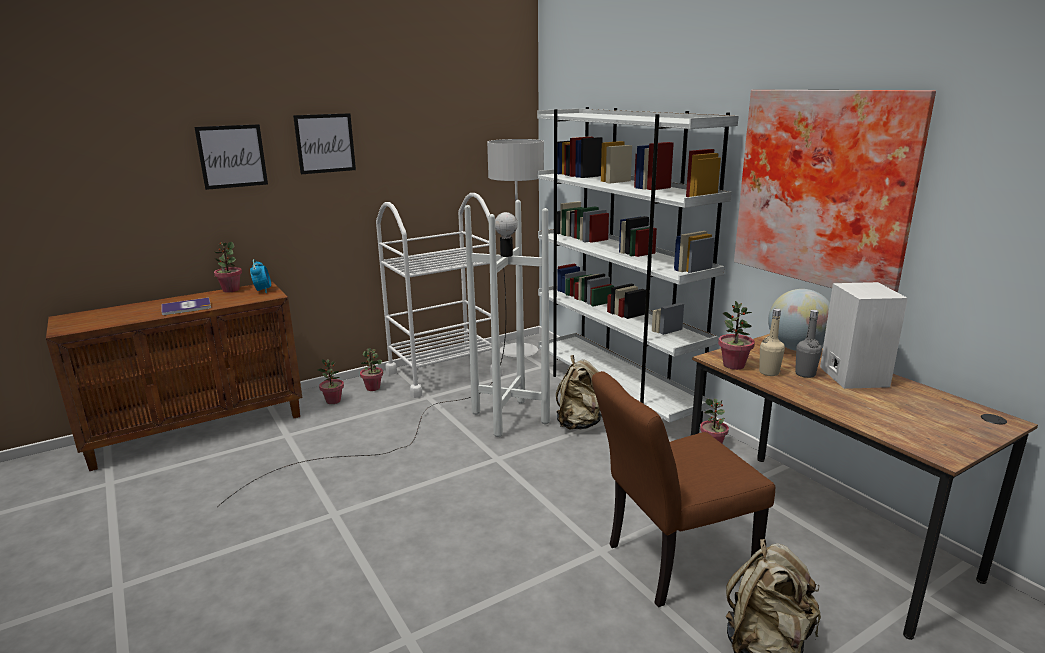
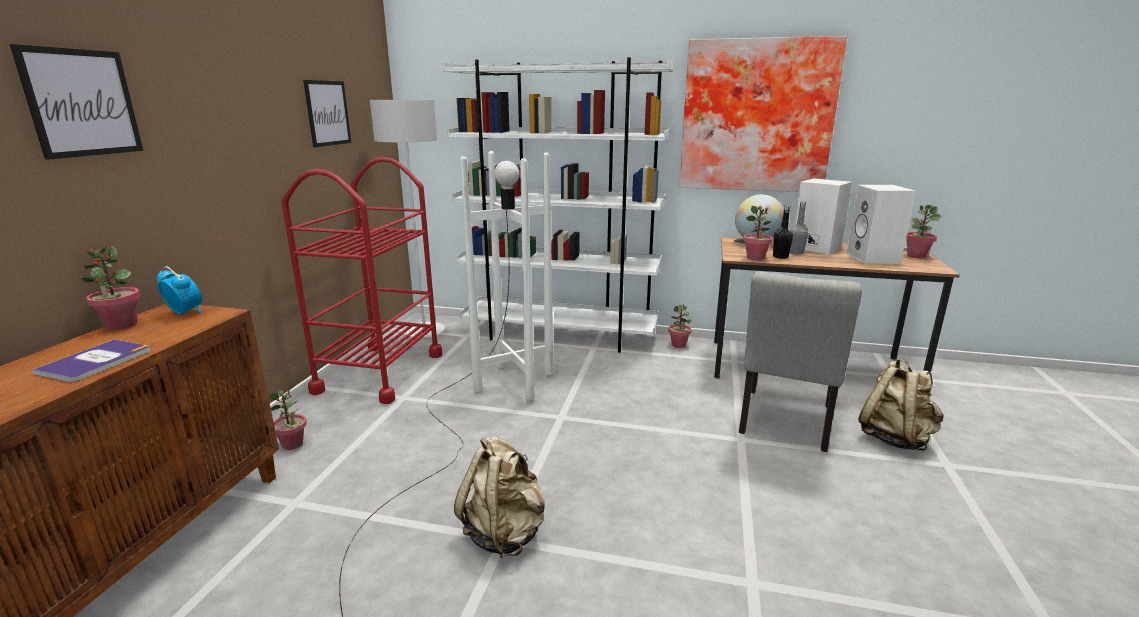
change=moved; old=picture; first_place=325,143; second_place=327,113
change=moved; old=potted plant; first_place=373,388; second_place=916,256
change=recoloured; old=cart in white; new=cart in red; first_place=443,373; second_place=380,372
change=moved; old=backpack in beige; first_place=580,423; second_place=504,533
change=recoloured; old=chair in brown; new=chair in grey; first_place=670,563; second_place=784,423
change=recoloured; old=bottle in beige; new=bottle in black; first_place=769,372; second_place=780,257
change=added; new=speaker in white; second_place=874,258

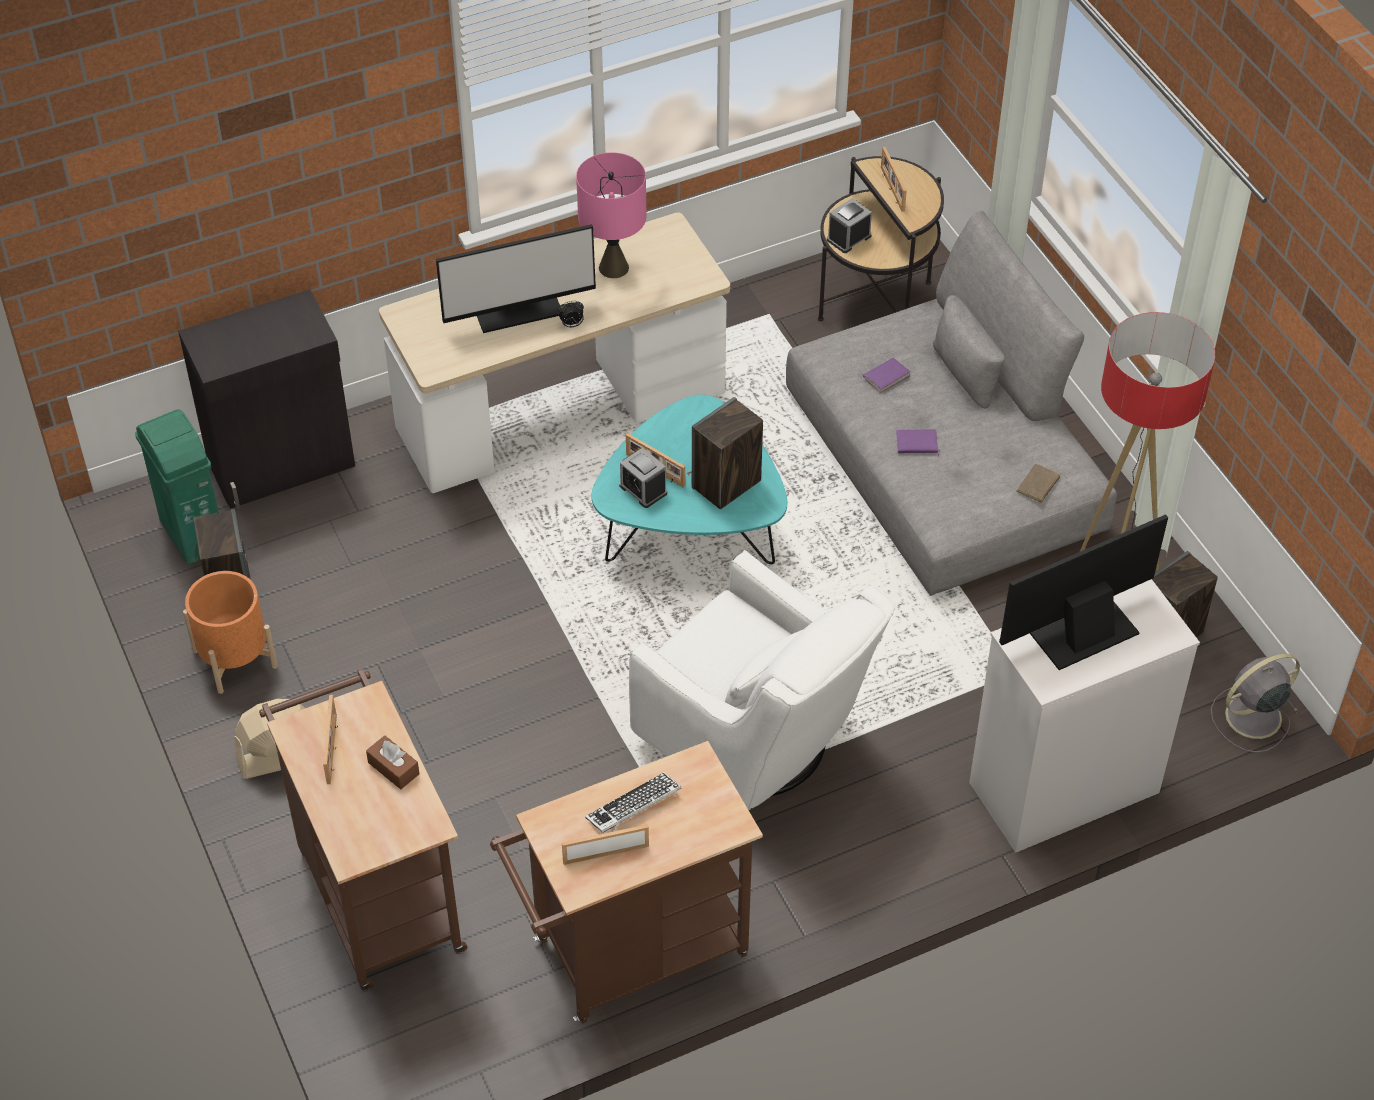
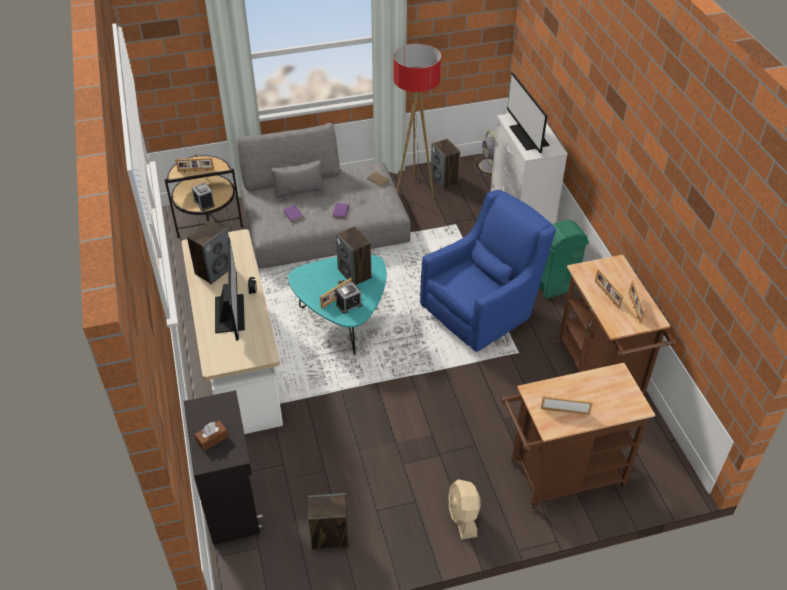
change=moved; old=trash can in green; first_place=193,534; second_place=555,287
change=removed; old=planter in orange; first_place=235,658
change=moved; old=tissue box in brown; first_place=393,768; second_place=212,439
change=replaced; old=table lamp in pink; new=speaker; first_place=614,267; second_place=214,270
change=replaced; old=keyboard; new=picture frame; first_place=634,807; second_place=606,294
change=recoloured; old=armchair in white; new=armchair in blue; first_place=759,743; second_place=482,313

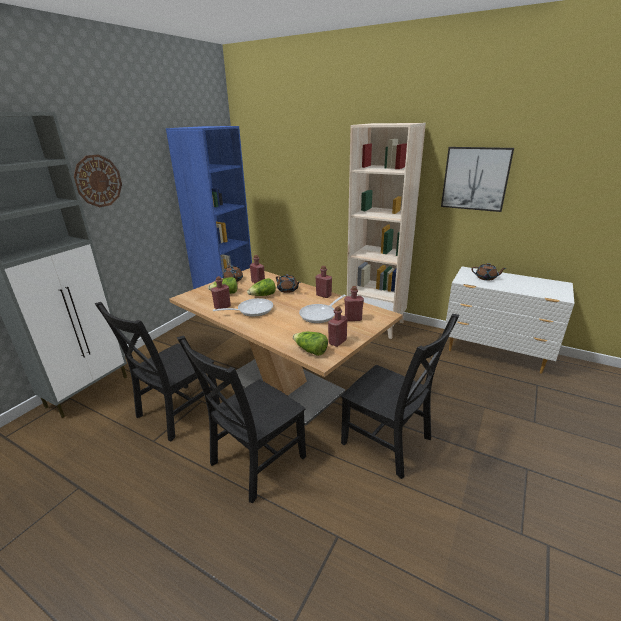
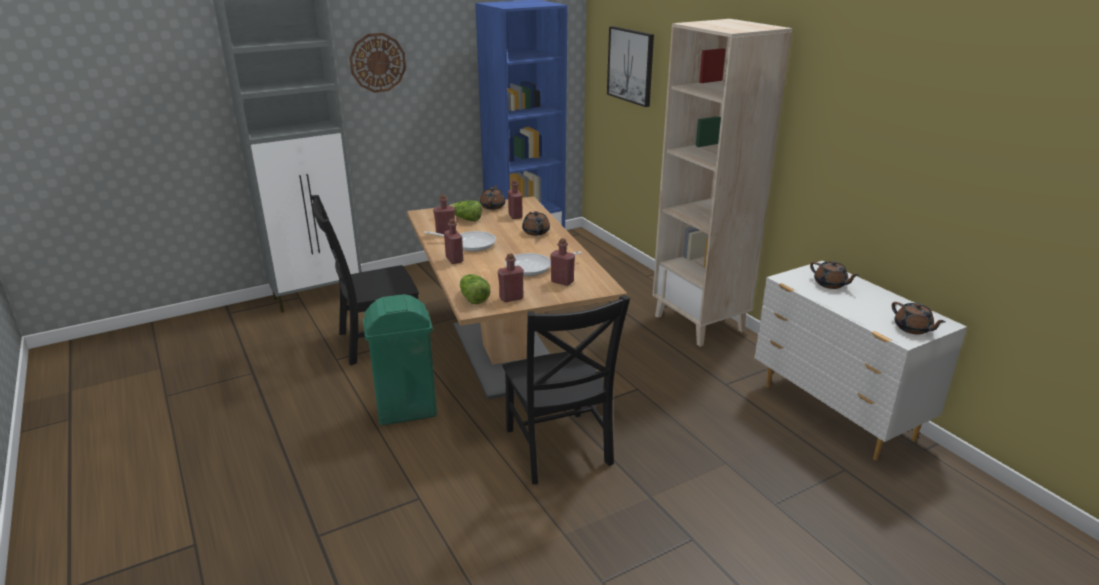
change=replaced; old=chair in black; new=trash can in green; first_place=254,462; second_place=406,411
change=removed; old=lettuce; first_place=263,296
change=moved; old=bottle in red; first_place=323,295; second_place=454,260
change=moved; old=picture; first_place=475,178; second_place=631,65
change=added; new=teapot in brown; second_place=913,329

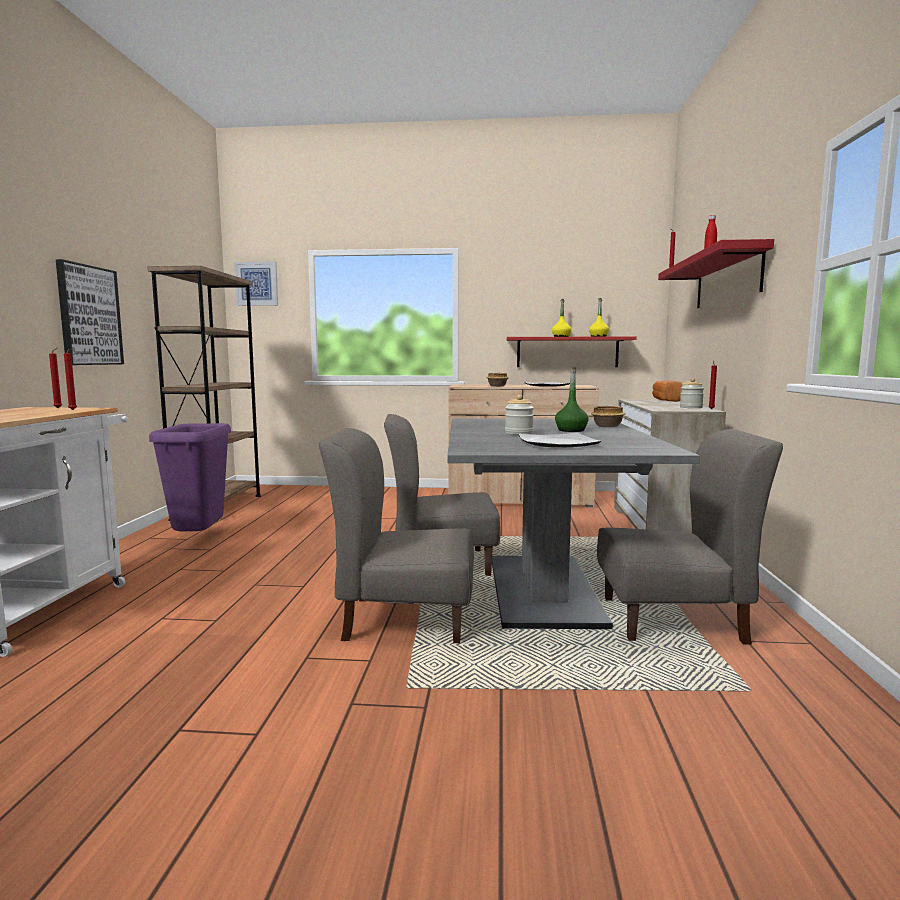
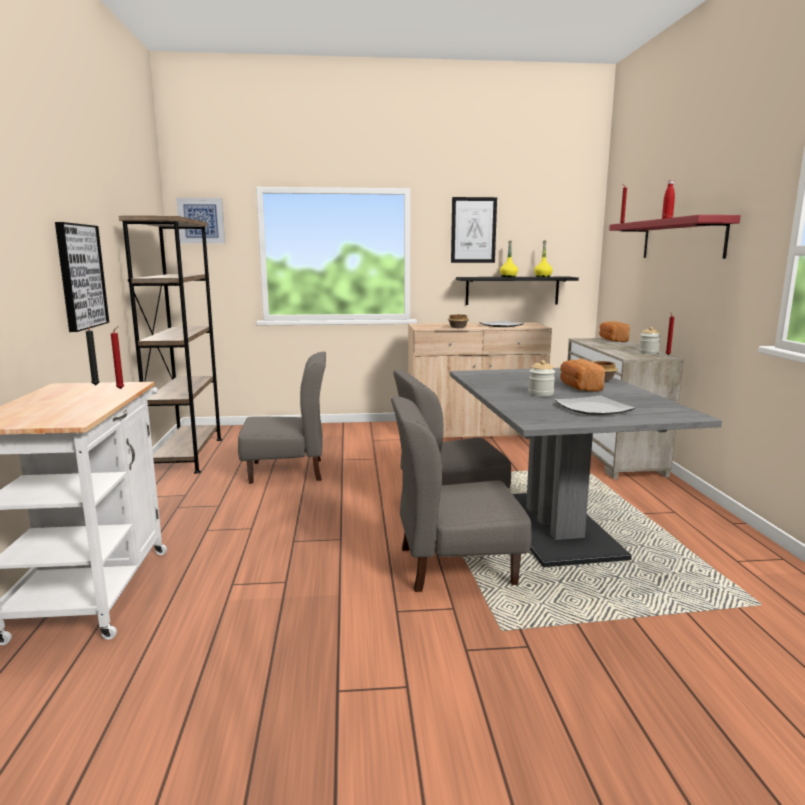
change=recoloured; old=candle in red; new=candle in black; first_place=59,408; second_place=96,385
change=removed; old=trash can in purple; first_place=200,540
change=recoloured; old=shelf in red; new=shelf in black; first_place=567,352; second_place=512,290
change=replaced; old=bottle in green; new=bread; first_place=571,430; second_place=579,387
change=moved; old=chair in grey; first_place=673,620; second_place=287,471
change=added; new=picture; second_place=473,230

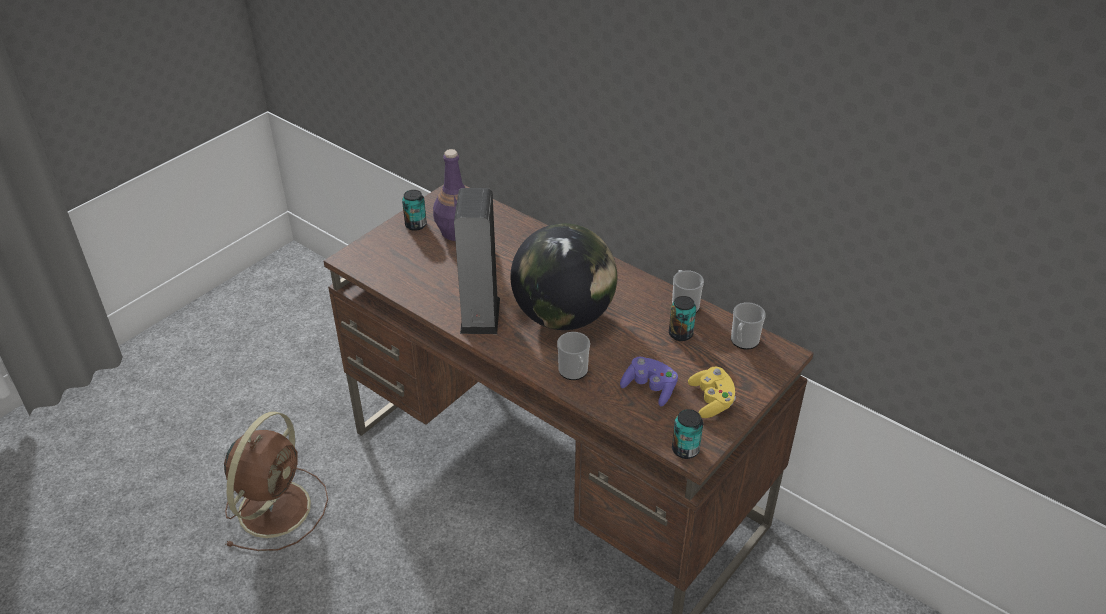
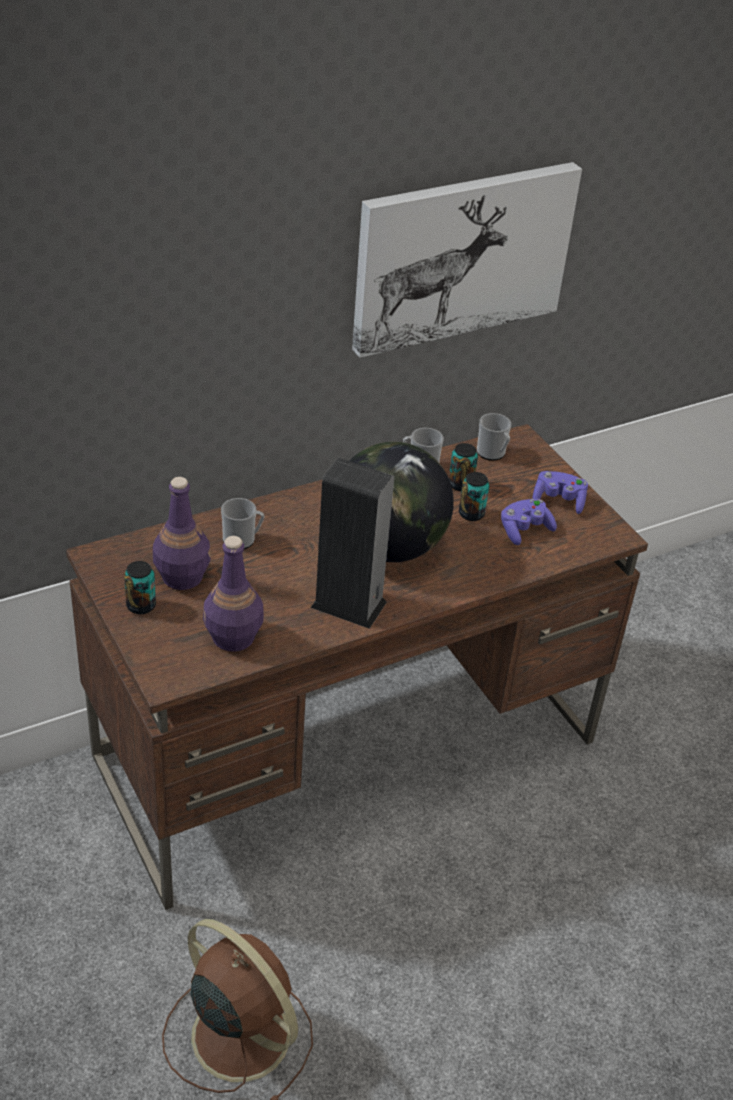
change=moved; old=mug; first_place=574,372; second_place=242,540
change=moved; old=can; first_place=685,450; second_place=471,514
change=recoloured; old=game controller in yellow; new=game controller in purple; first_place=711,401; second_place=558,501
change=added; new=bottle in purple; second_place=233,637
change=added; new=picture; second_place=461,256

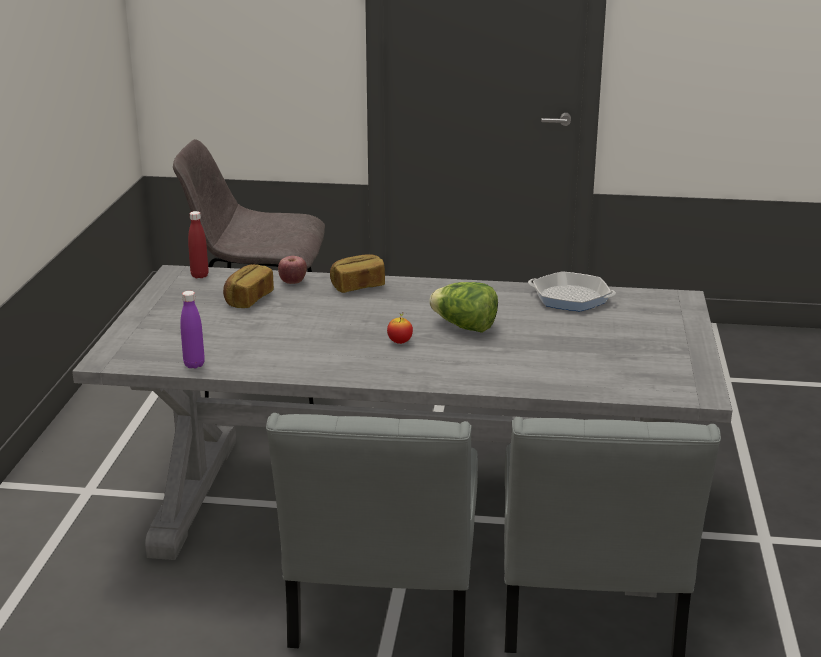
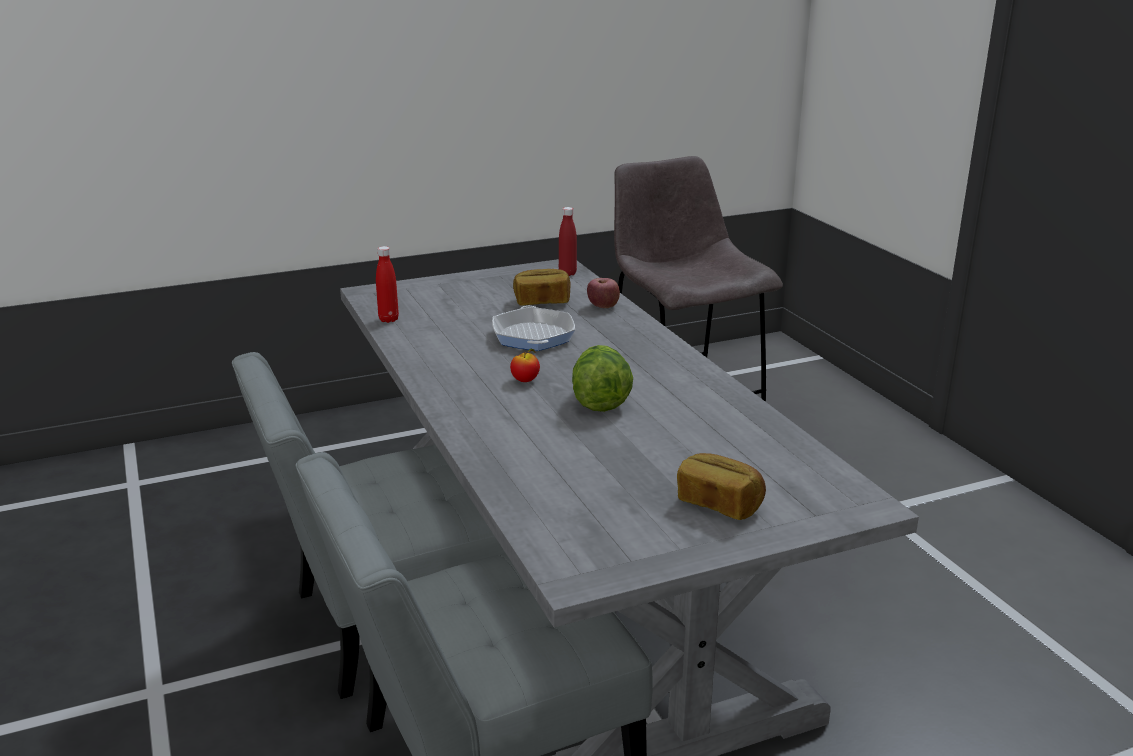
change=recoloured; old=bottle in purple; new=bottle in red; first_place=194,365; second_place=388,319
change=moved; old=bread; first_place=358,286; second_place=719,504
change=moved; old=frying pan; first_place=570,298; second_place=533,336

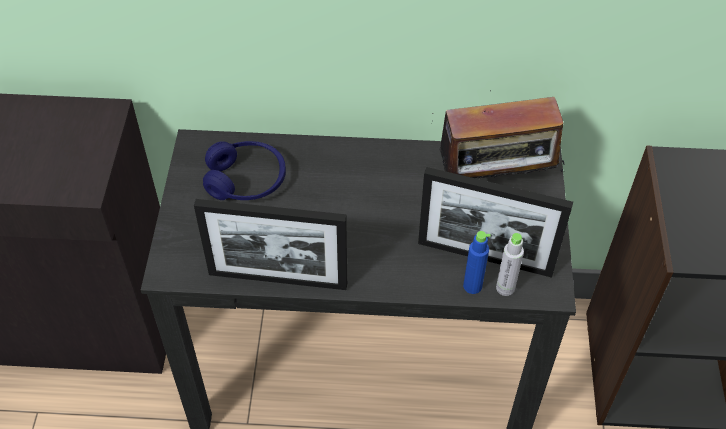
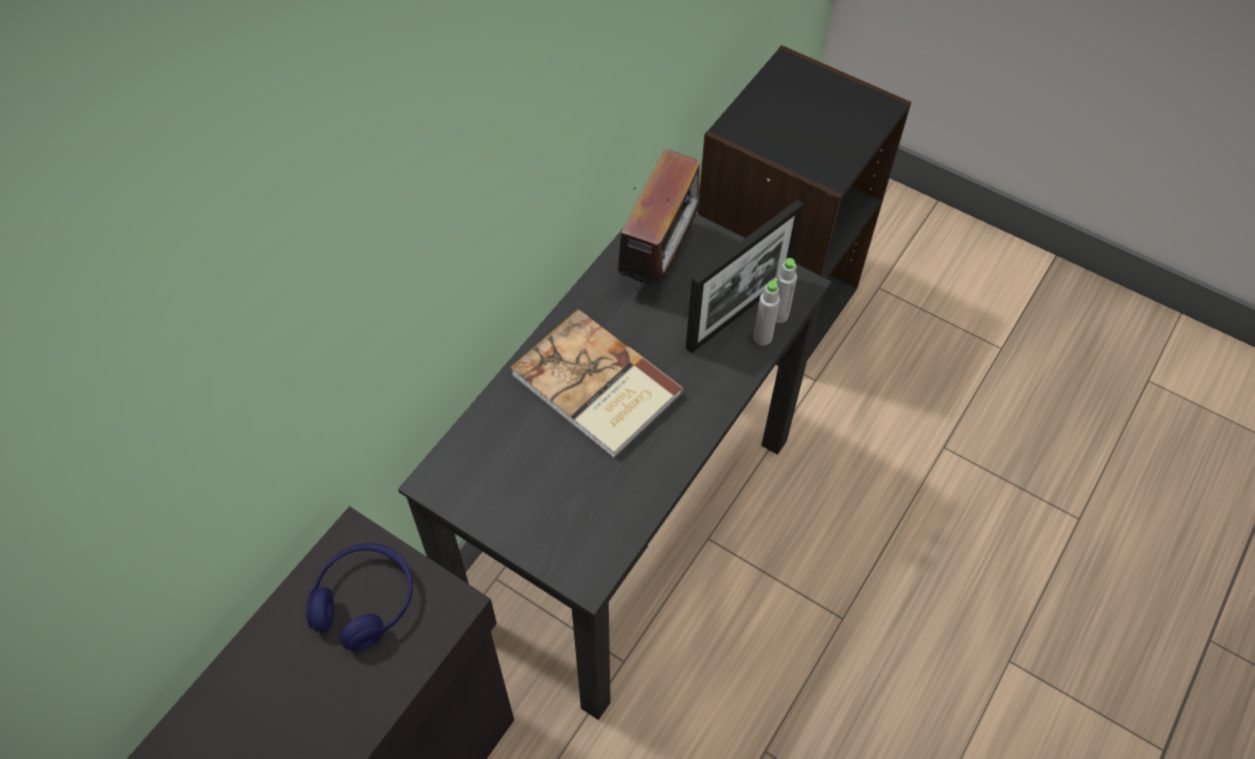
change=removed; old=picture frame; first_place=278,279
change=moved; old=headphones in blue; first_place=246,180; second_place=365,601
change=recoloured; old=bottle in blue; new=bottle in grey; first_place=472,286; second_place=762,337
change=added; new=book; second_place=595,387

